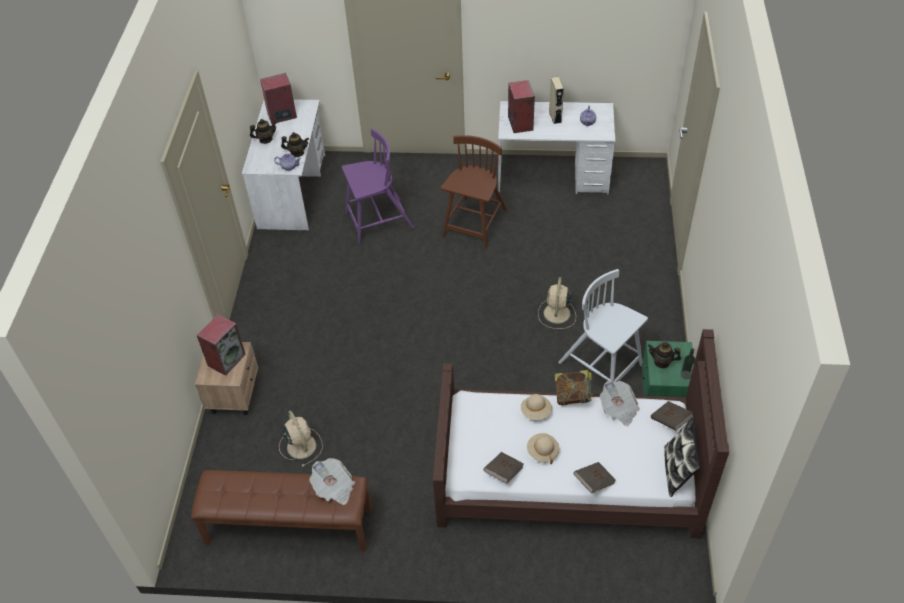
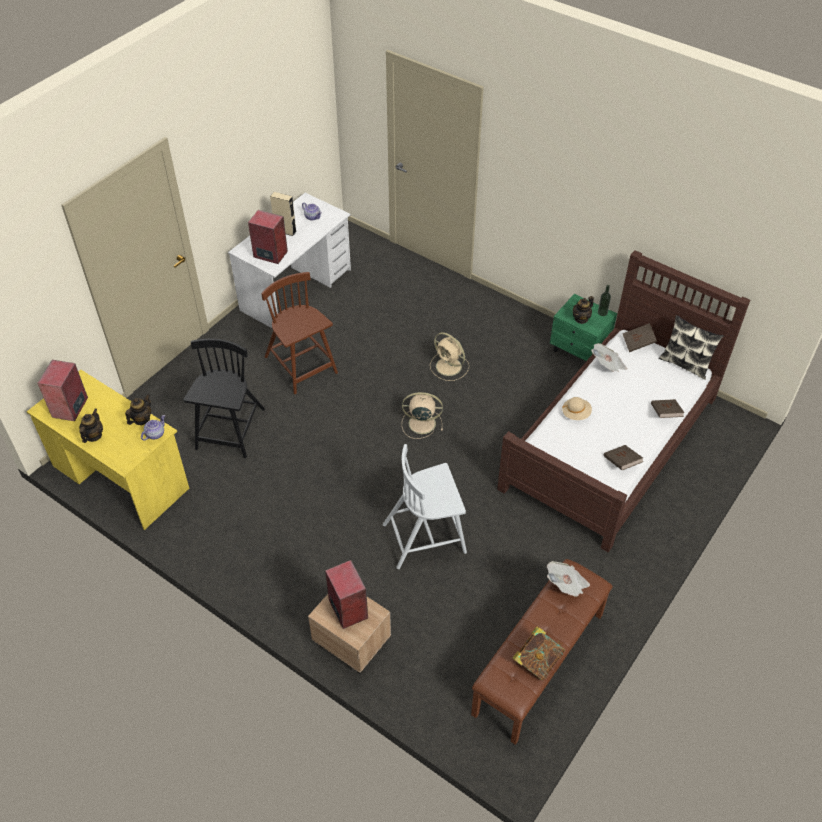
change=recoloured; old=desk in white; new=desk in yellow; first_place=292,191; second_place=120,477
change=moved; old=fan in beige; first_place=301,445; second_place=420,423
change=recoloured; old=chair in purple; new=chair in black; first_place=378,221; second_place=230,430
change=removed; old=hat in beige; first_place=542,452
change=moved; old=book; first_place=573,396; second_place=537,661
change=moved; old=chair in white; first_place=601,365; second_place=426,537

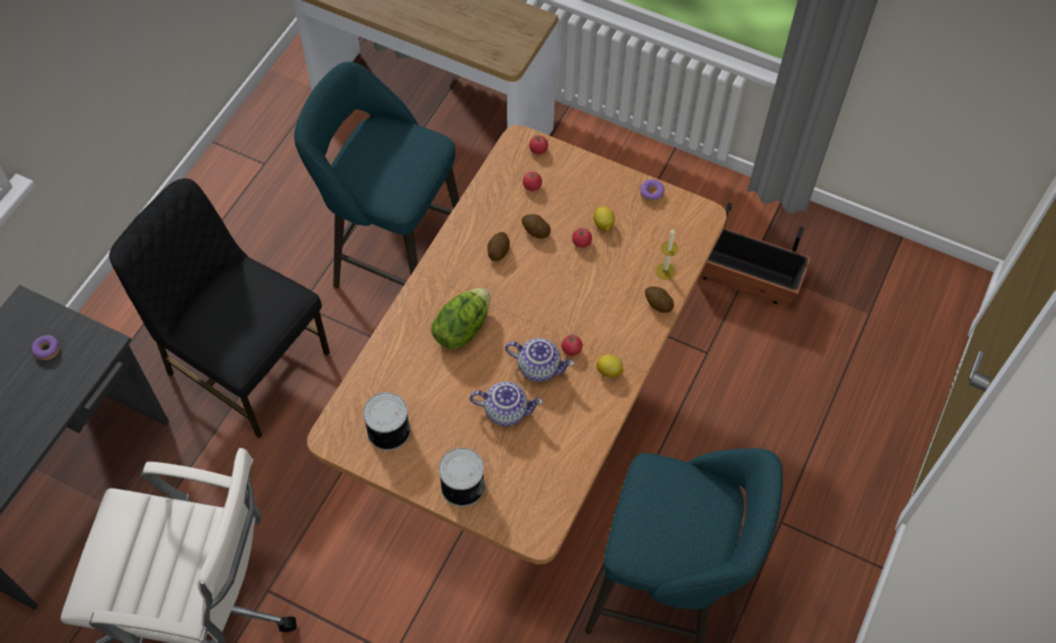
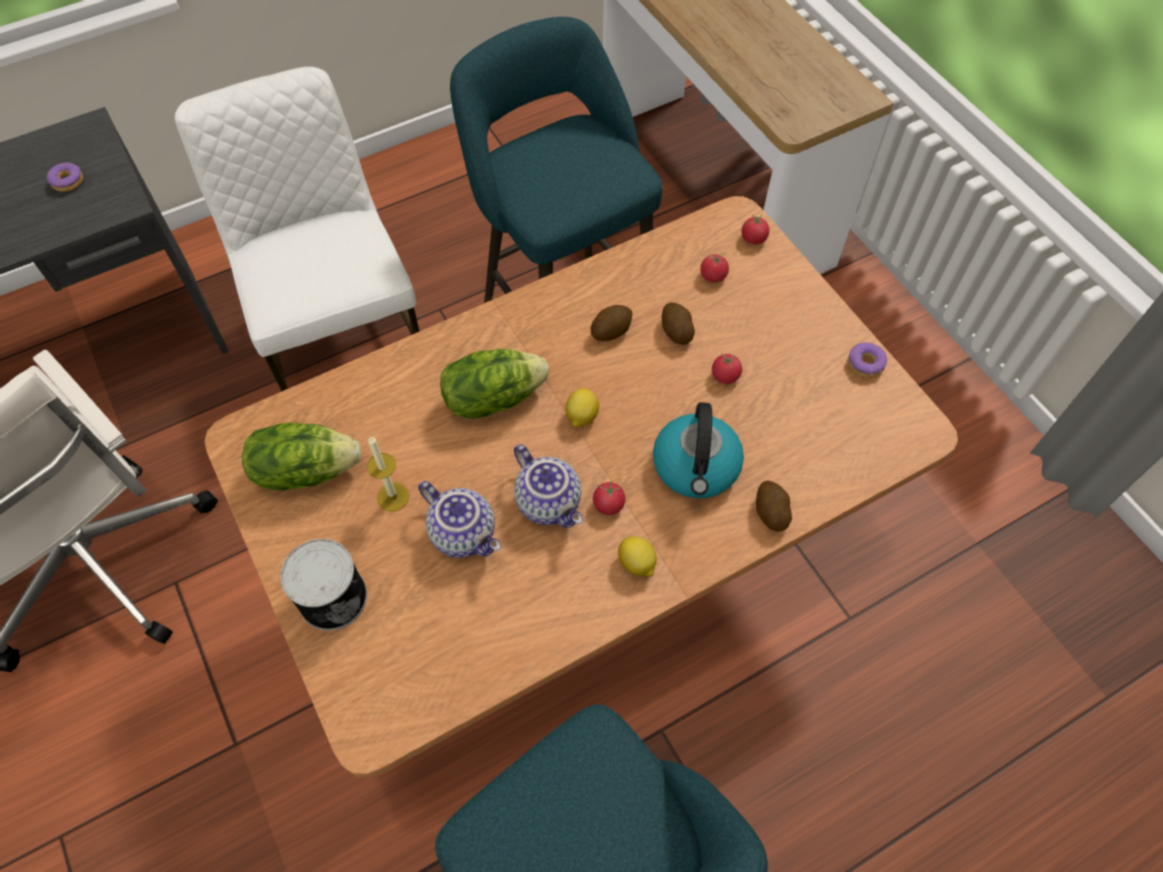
change=recoloured; old=chair in black; new=chair in white; first_place=245,363; second_place=341,336
change=replaced; old=can; new=lettuce; first_place=387,430; second_place=306,470
change=moved; old=lemon; first_place=603,225; second_place=581,417
change=moved; old=candle; first_place=665,271; second_place=393,497
change=removed; old=planter; first_place=744,278
change=added; new=kettle; second_place=696,467

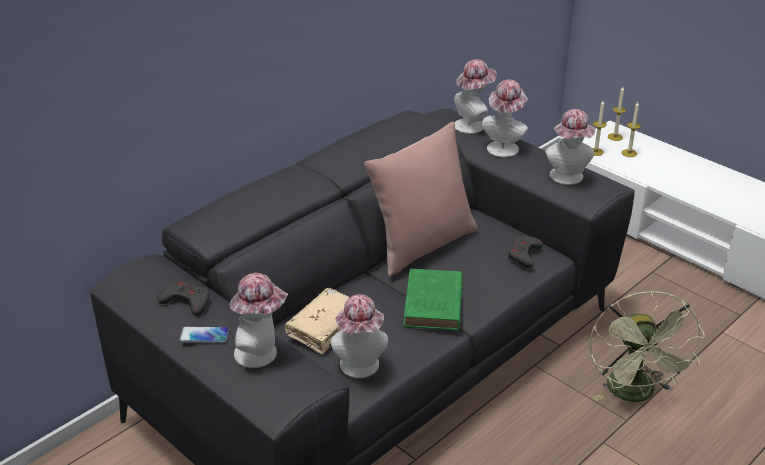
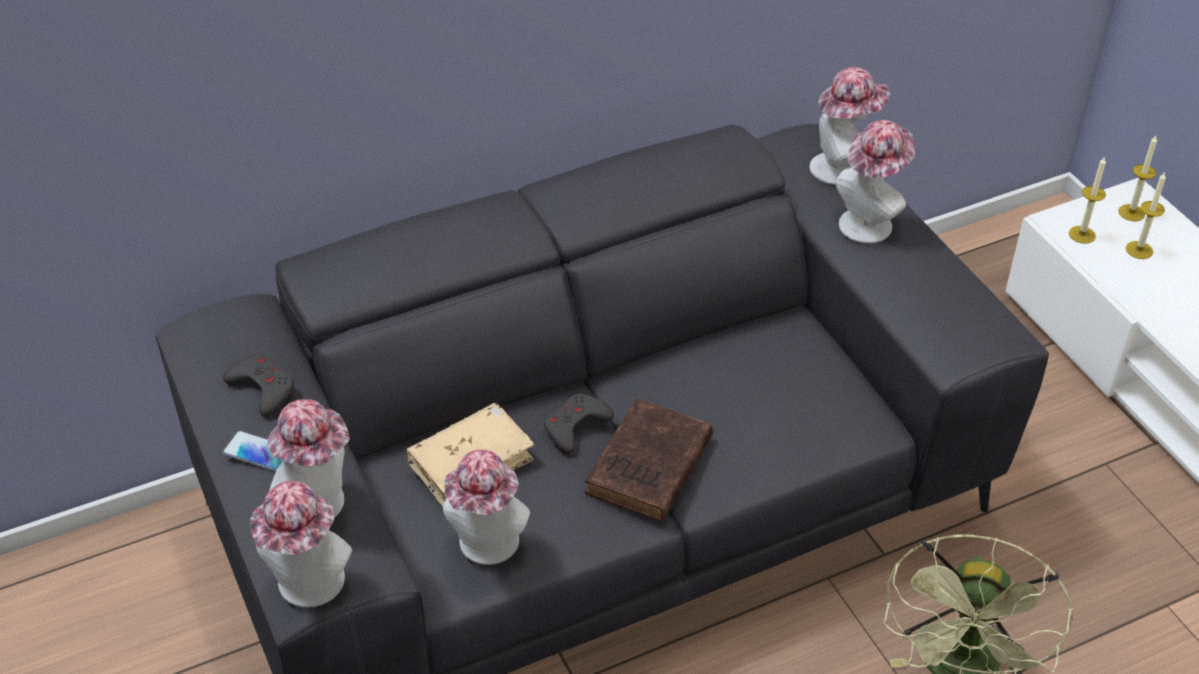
change=removed; old=pillow in pink; first_place=422,245
change=recoloured; old=book in green; new=book in brown; first_place=433,305; second_place=647,468
change=moved; old=game controller in grey; first_place=524,254; second_place=575,427
change=moved; old=hat; first_place=567,178; second_place=308,588

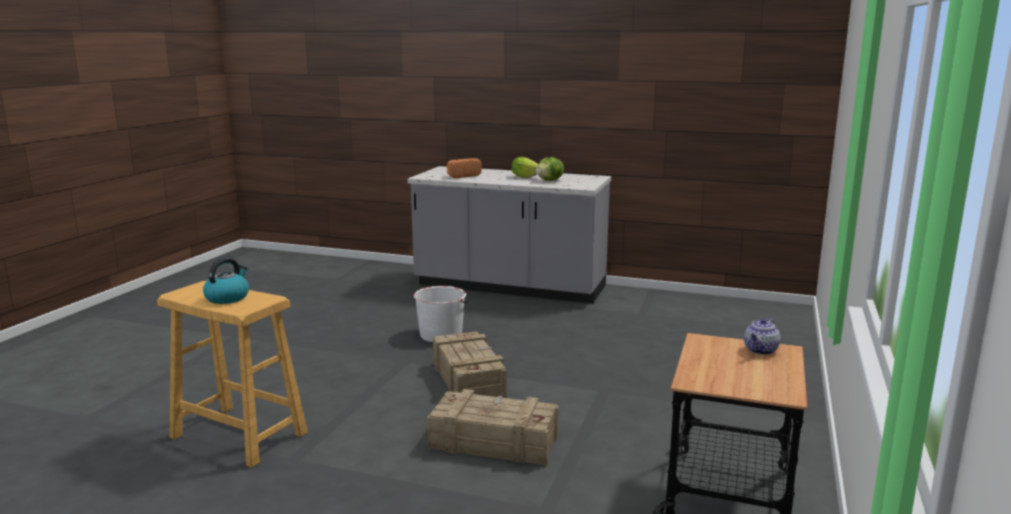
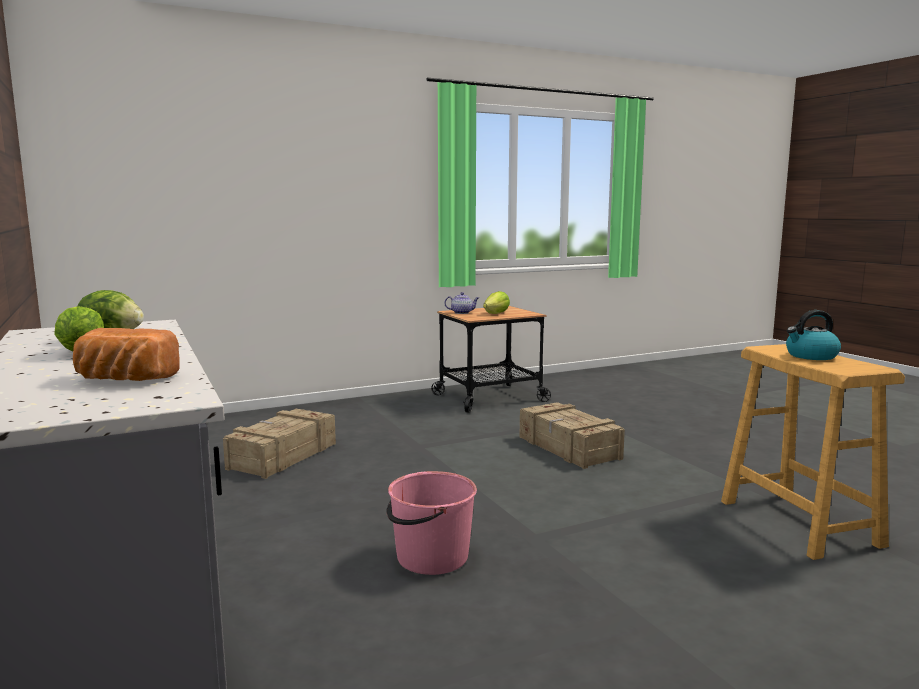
change=recoloured; old=bucket in white; new=bucket in pink; first_place=441,334; second_place=431,557
change=moved; old=crate; first_place=469,379; second_place=282,456
change=added; new=lettuce; second_place=496,314

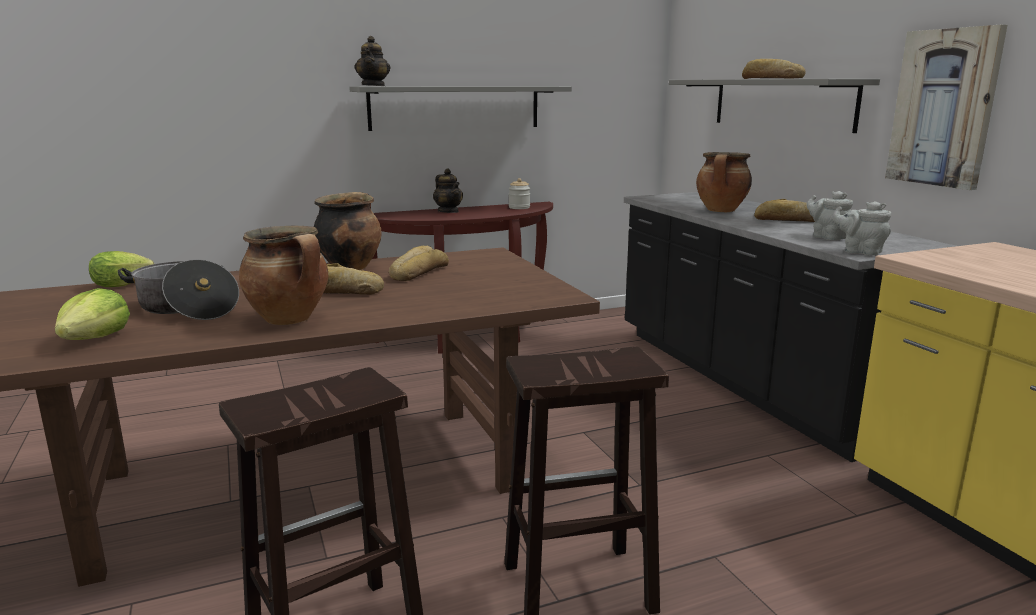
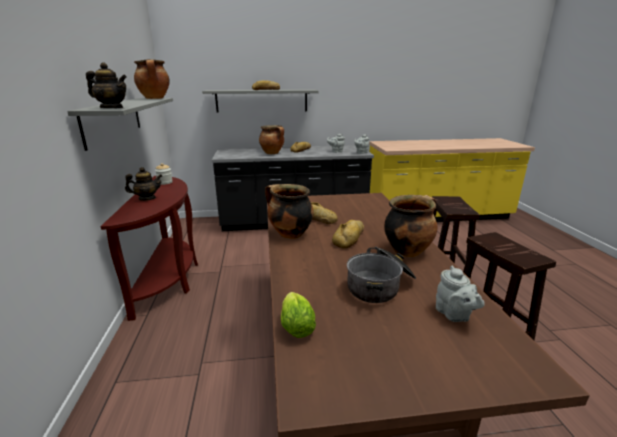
change=replaced; old=lettuce; new=teapot in grey; first_place=96,339; second_place=454,315
change=removed; old=picture; first_place=943,108
change=added; new=cooking pot; second_place=155,98

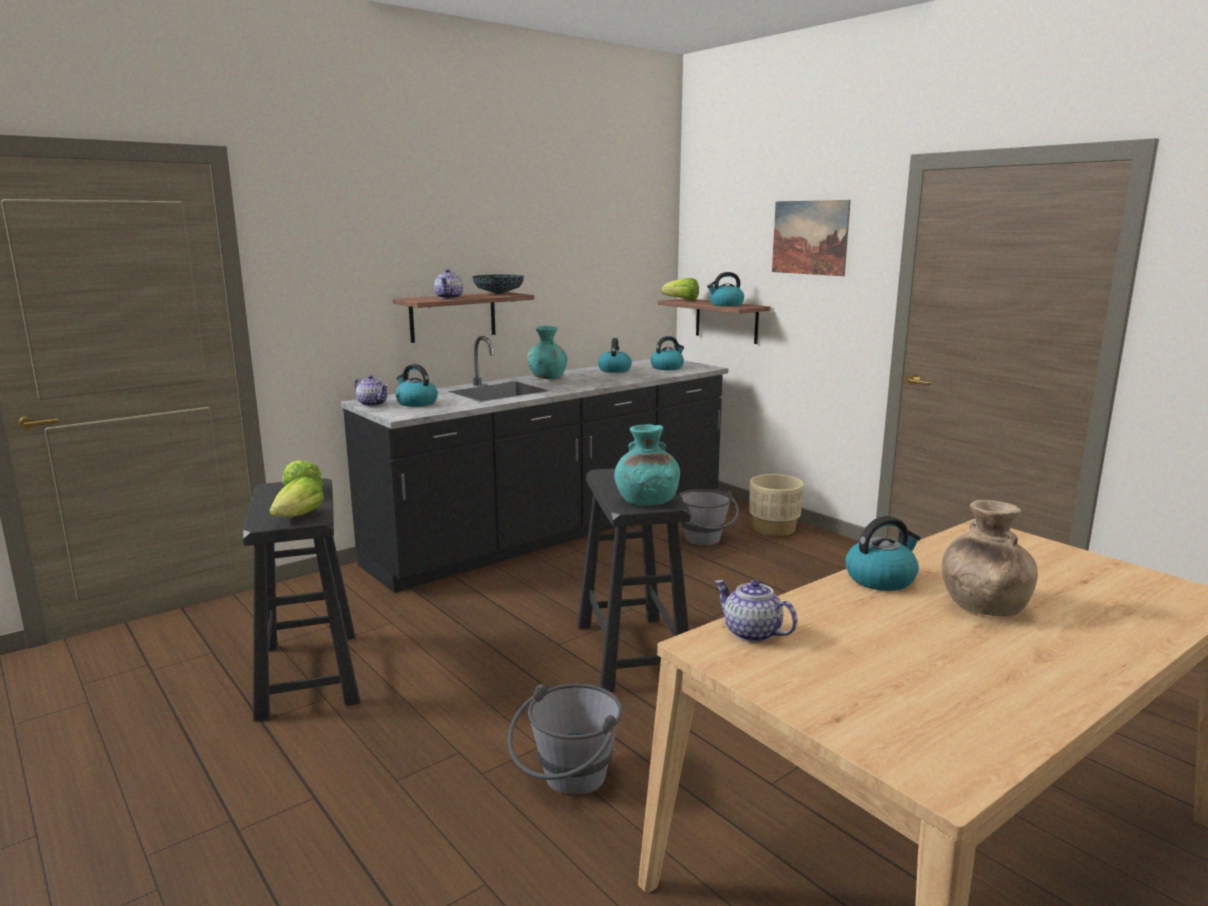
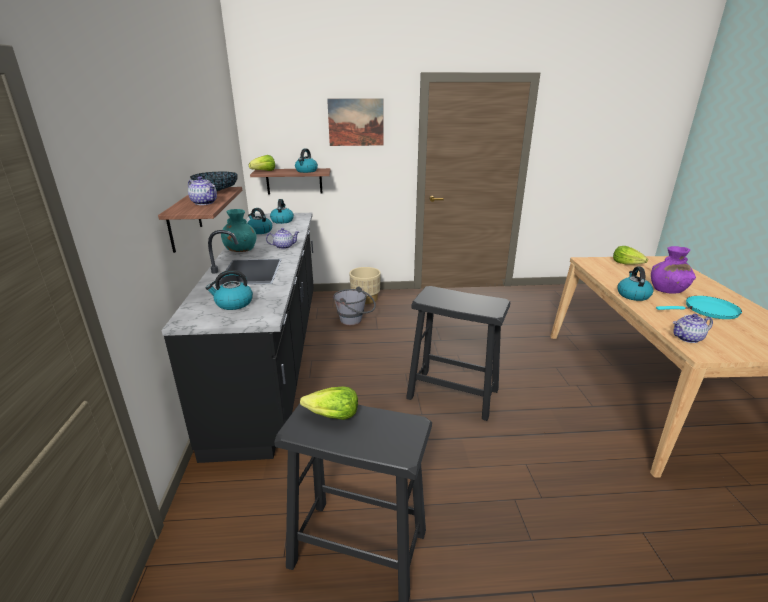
change=moved; old=lettuce; first_place=299,517; second_place=627,264
change=moved; old=teapot; first_place=373,404; second_place=284,246
change=removed; old=bucket in grey; first_place=567,783
change=removed; old=vase in turquoise; first_place=646,501
change=recoloured; old=vase in brown; new=vase in purple; first_place=982,605; second_place=667,290
change=added; new=frying pan in turquoise; second_place=707,310

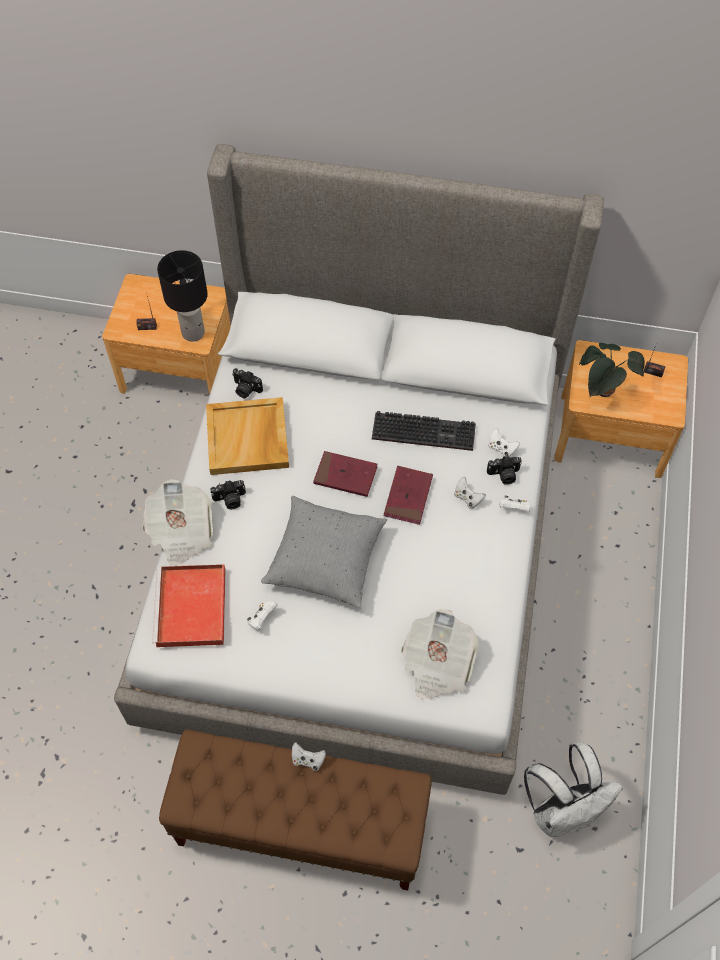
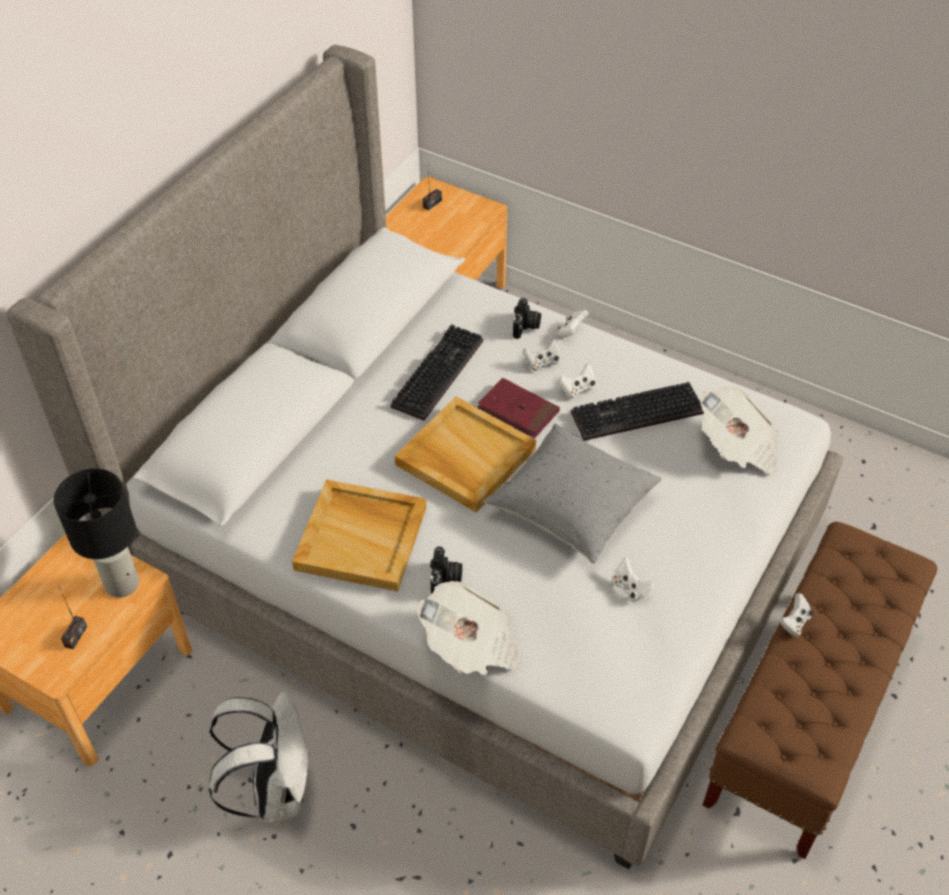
change=removed; old=tray in red; first_place=192,609
change=removed; old=photo camera; first_place=245,389
change=replaced; old=book in red; new=tray in beige; first_place=345,476; second_place=464,457
change=moved; old=game controller in white; first_place=501,448; second_place=577,389
change=moved; old=backpack in white; first_place=562,810; second_place=275,790
change=removed; old=potted plant; first_place=602,392
change=added; new=keyboard; second_place=636,416

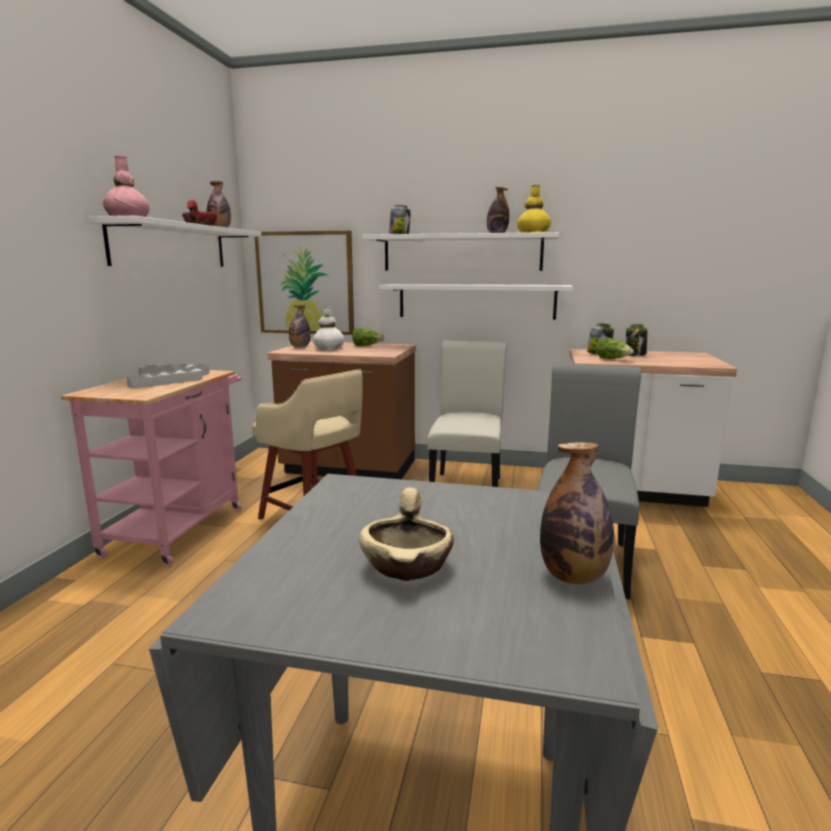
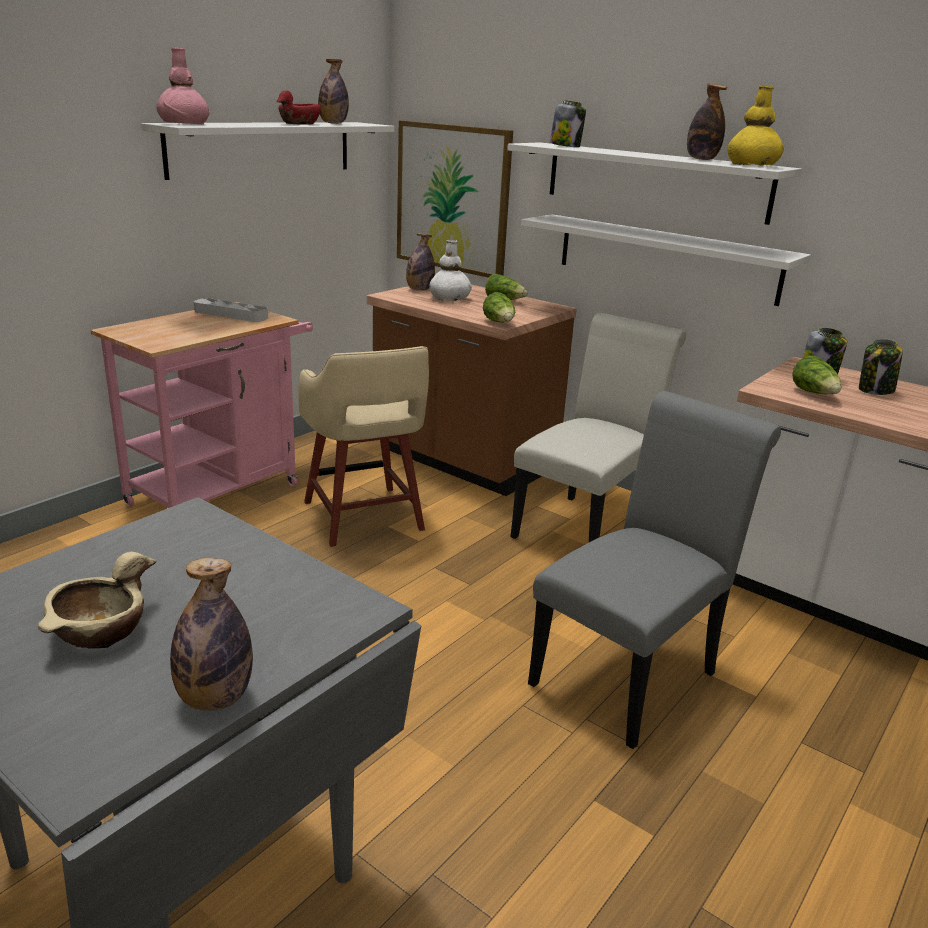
change=removed; old=tray in grey; first_place=166,382
change=added; new=lettuce; second_place=500,323

